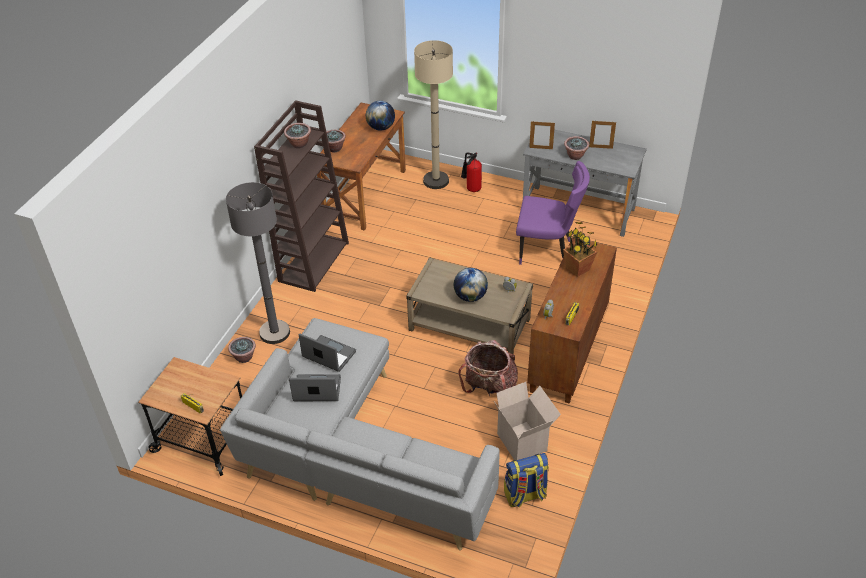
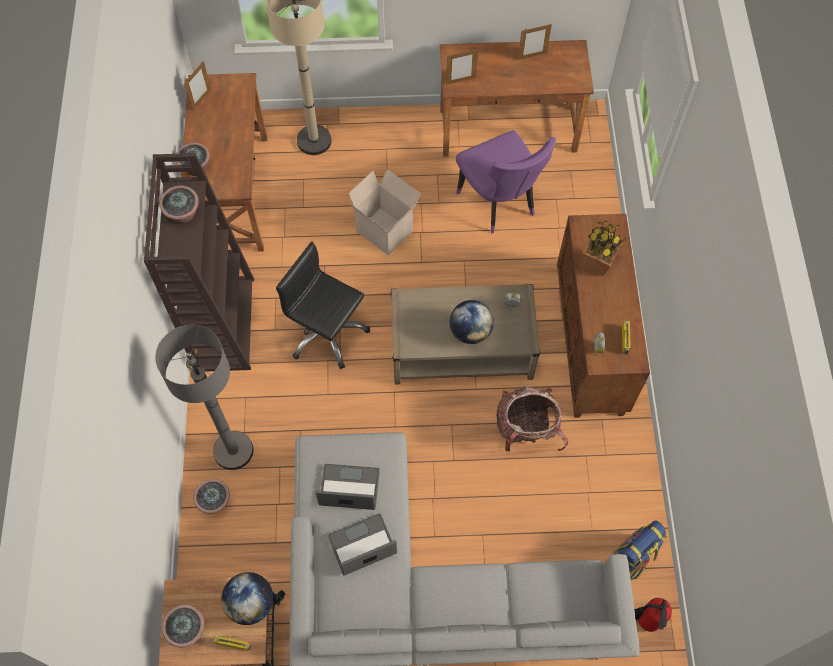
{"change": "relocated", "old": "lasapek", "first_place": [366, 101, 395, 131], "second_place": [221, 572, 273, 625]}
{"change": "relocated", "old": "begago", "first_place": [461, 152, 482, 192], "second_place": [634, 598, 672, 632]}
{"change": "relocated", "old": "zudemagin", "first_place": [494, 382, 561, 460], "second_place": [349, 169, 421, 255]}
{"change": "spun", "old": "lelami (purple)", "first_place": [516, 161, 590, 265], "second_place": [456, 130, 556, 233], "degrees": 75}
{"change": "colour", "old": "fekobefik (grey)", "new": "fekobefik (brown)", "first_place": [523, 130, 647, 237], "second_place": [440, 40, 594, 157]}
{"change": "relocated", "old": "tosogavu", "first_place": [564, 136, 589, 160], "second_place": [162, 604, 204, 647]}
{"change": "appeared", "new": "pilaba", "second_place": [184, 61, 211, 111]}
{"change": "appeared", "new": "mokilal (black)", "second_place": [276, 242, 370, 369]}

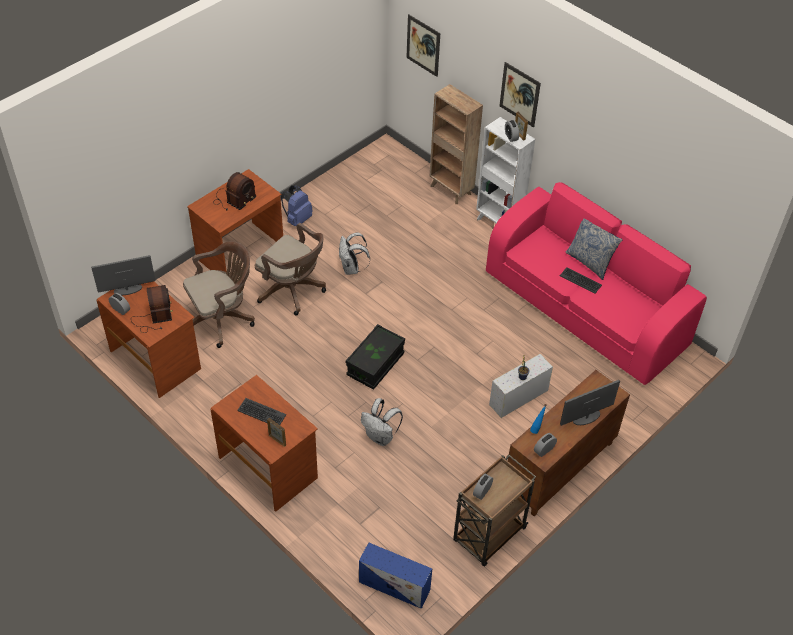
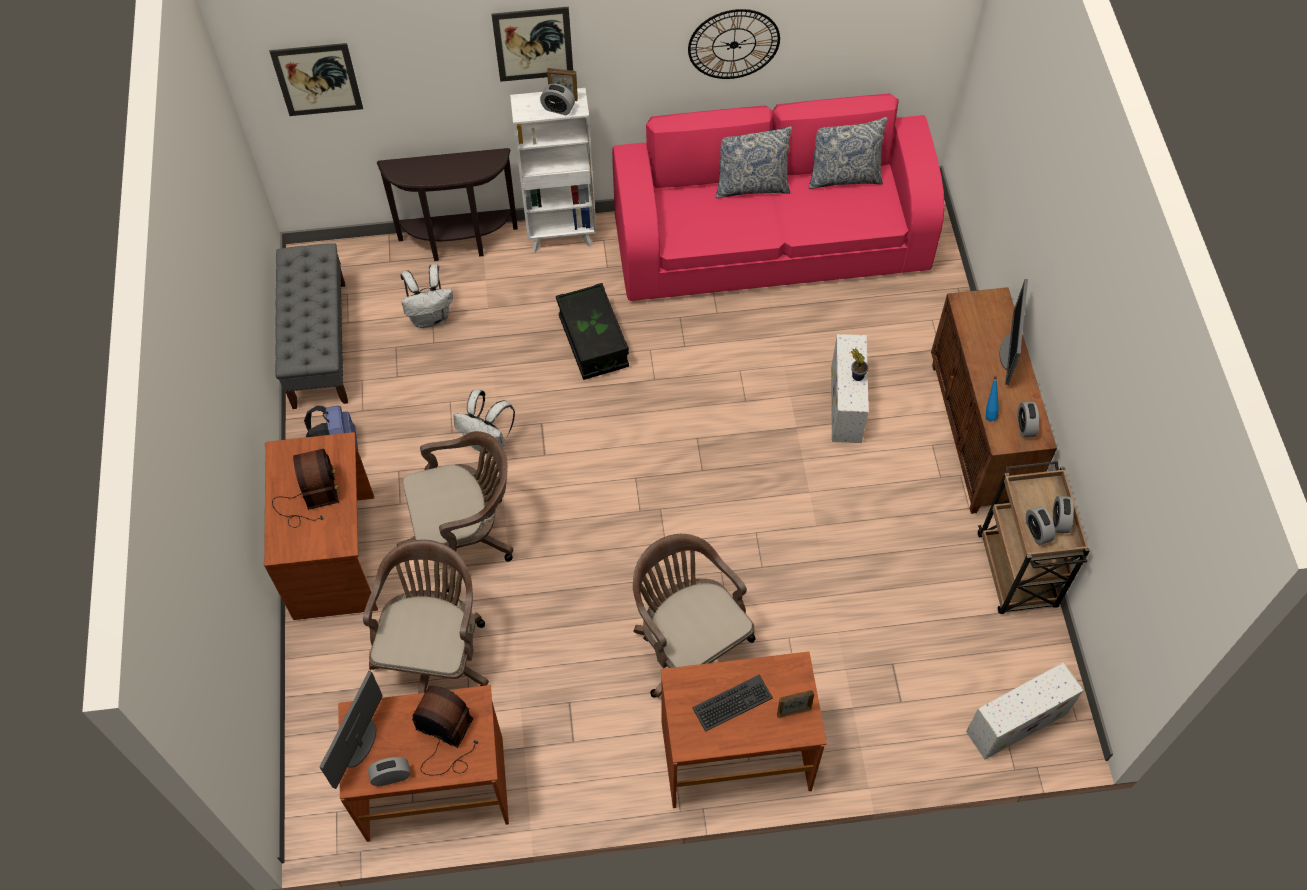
{"change": "relocated", "old": "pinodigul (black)", "first_place": [346, 324, 405, 390], "second_place": [556, 283, 629, 380]}
{"change": "colour", "old": "pinodigul (blue)", "new": "pinodigul (white)", "first_place": [359, 542, 432, 609], "second_place": [966, 662, 1083, 760]}
{"change": "relocated", "old": "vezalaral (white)", "first_place": [361, 398, 403, 446], "second_place": [400, 264, 453, 328]}
{"change": "exchanged", "old": "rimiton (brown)", "new": "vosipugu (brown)", "first_place": [430, 84, 483, 204], "second_place": [377, 148, 518, 261]}
{"change": "missing", "old": "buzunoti", "first_place": [560, 267, 602, 294]}
{"change": "appeared", "new": "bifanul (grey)", "second_place": [275, 243, 348, 409]}
{"change": "appeared", "new": "mokilal (brown)", "second_place": [633, 534, 756, 698]}
{"change": "appeared", "new": "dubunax", "second_place": [688, 9, 780, 79]}
{"change": "appeared", "new": "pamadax", "second_place": [809, 117, 888, 189]}
{"change": "appeared", "new": "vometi", "second_place": [1053, 496, 1074, 533]}

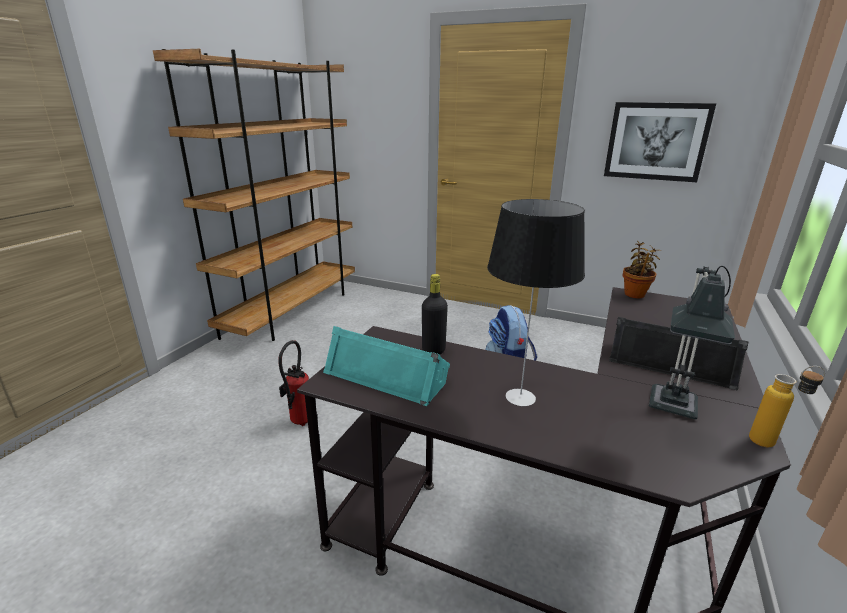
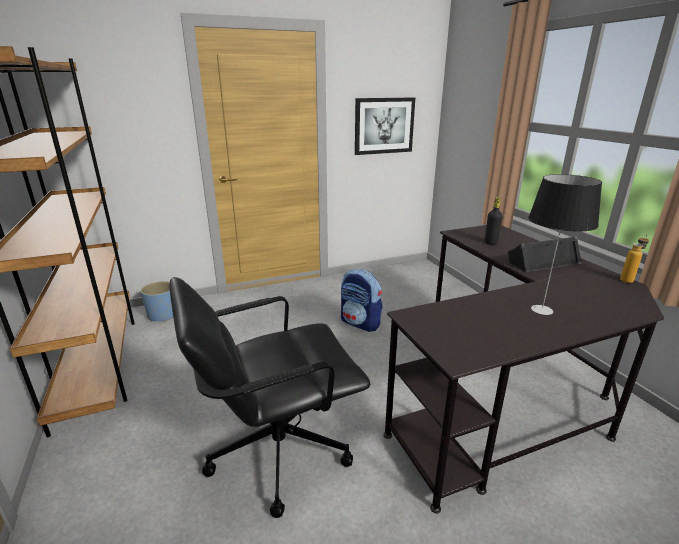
{"change": "exchanged", "old": "begago", "new": "mokilal (black)", "first_place": [278, 340, 309, 426], "second_place": [169, 277, 370, 518]}
{"change": "missing", "old": "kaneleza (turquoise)", "first_place": [323, 326, 450, 406]}
{"change": "relocated", "old": "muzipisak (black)", "first_place": [422, 274, 448, 355], "second_place": [485, 197, 503, 245]}
{"change": "missing", "old": "tosogavu", "first_place": [623, 241, 662, 298]}
{"change": "missing", "old": "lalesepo", "first_place": [649, 266, 735, 419]}
{"change": "appeared", "new": "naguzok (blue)", "second_place": [140, 281, 173, 322]}

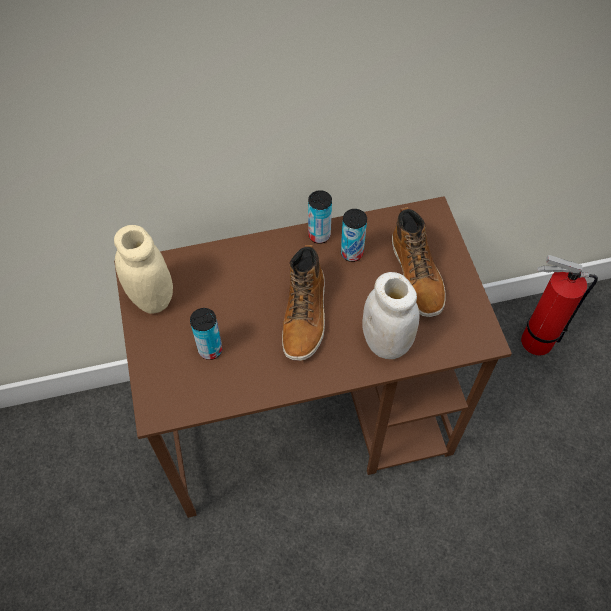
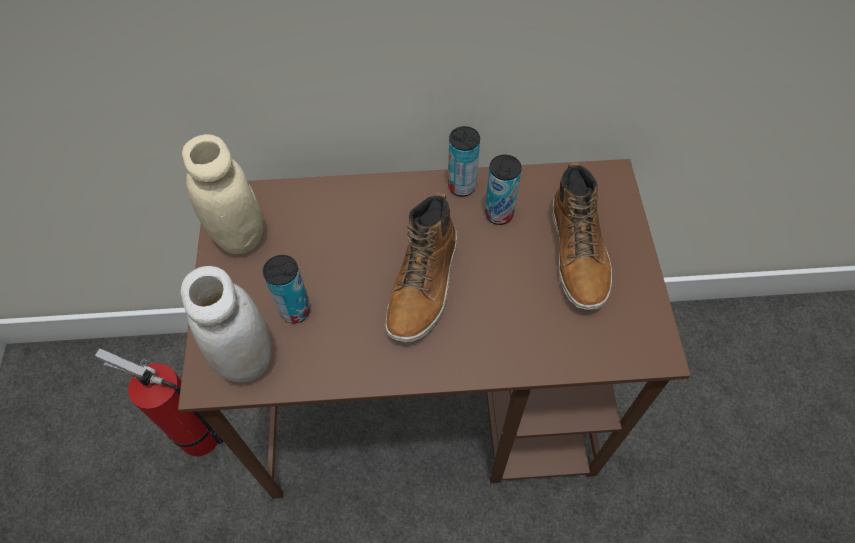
{"change": "relocated", "old": "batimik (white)", "first_place": [362, 272, 420, 359], "second_place": [181, 266, 271, 383]}
{"change": "relocated", "old": "begago", "first_place": [521, 255, 598, 355], "second_place": [95, 349, 223, 456]}

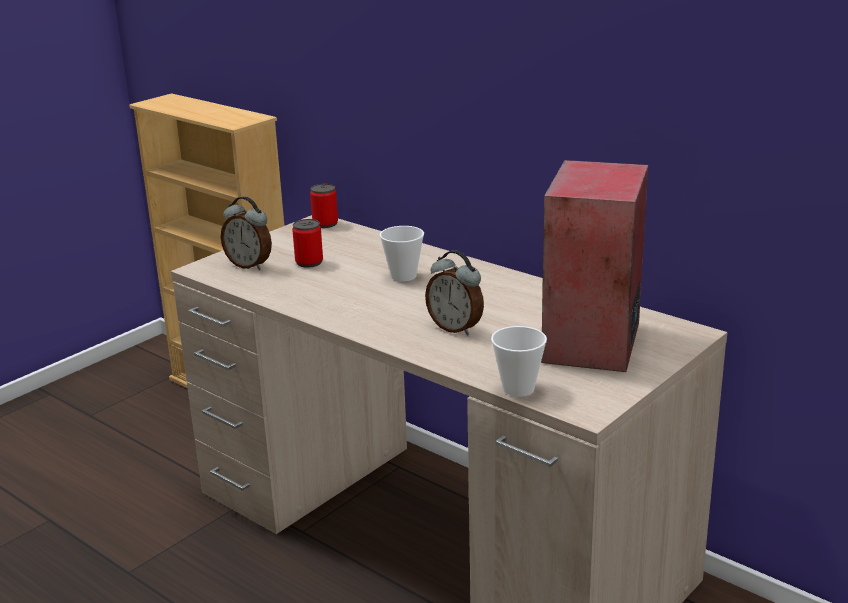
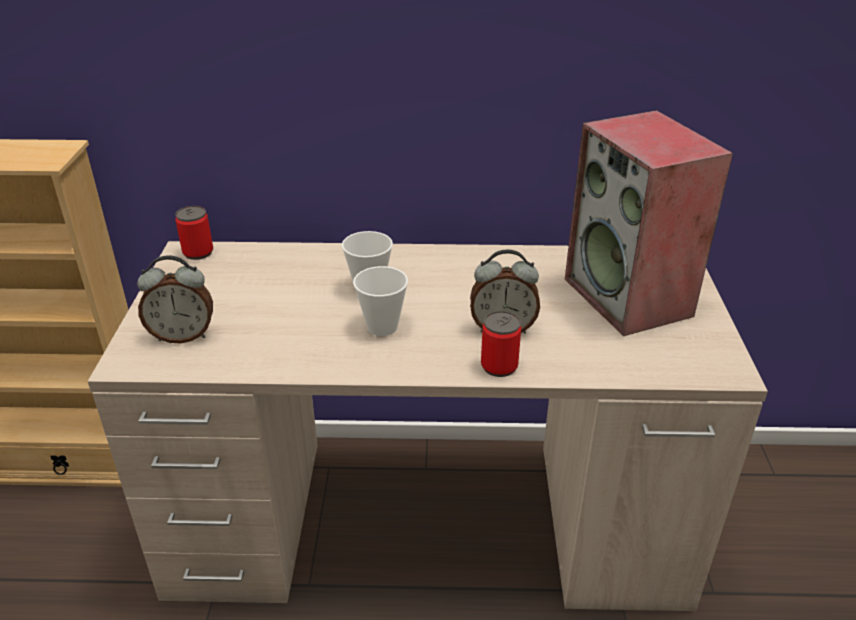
{"change": "relocated", "old": "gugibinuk", "first_place": [292, 219, 323, 268], "second_place": [481, 311, 521, 377]}
{"change": "relocated", "old": "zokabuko", "first_place": [491, 326, 547, 397], "second_place": [353, 266, 408, 336]}

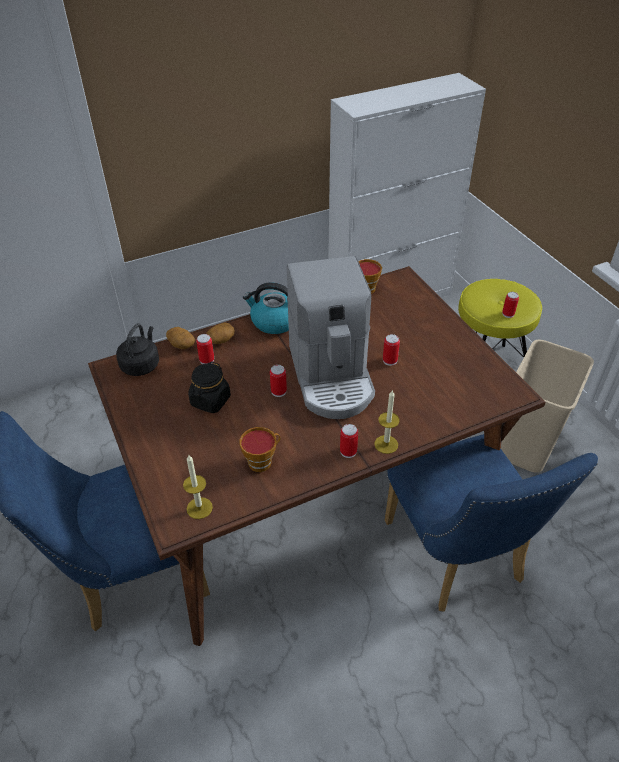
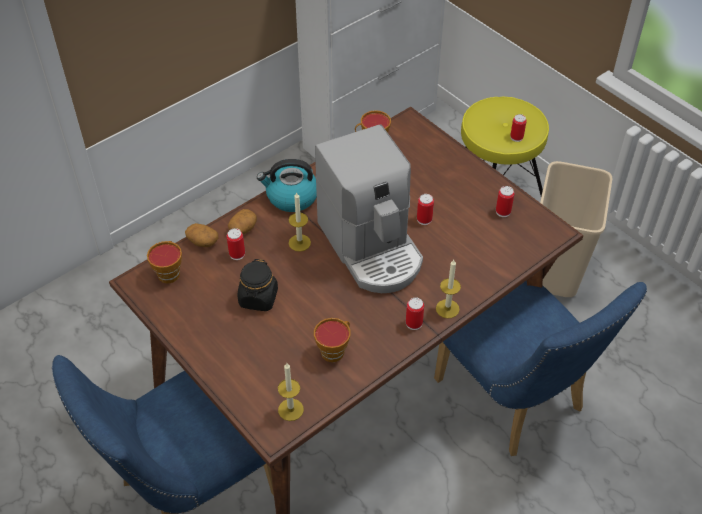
{"change": "exchanged", "old": "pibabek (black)", "new": "zokabuko", "first_place": [116, 324, 159, 376], "second_place": [147, 241, 182, 283]}
{"change": "relocated", "old": "gugibinuk", "first_place": [270, 365, 287, 397], "second_place": [496, 186, 514, 217]}
{"change": "appeared", "new": "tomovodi", "second_place": [289, 193, 311, 252]}

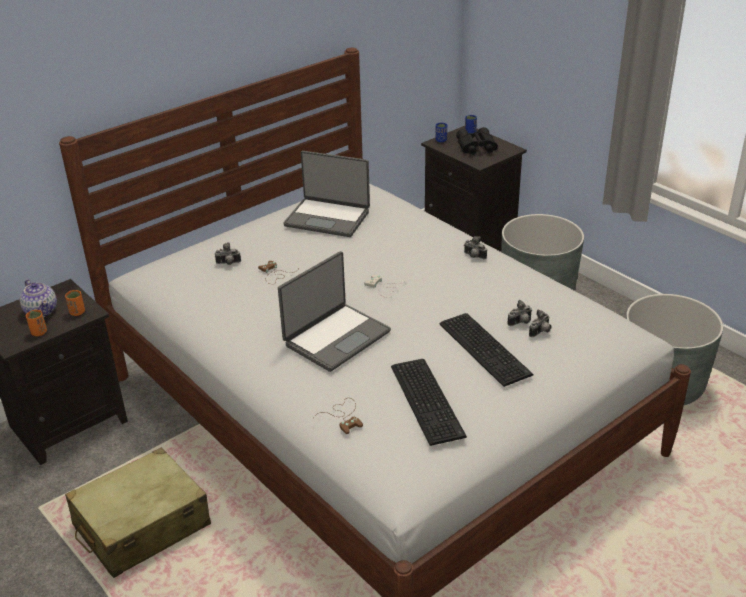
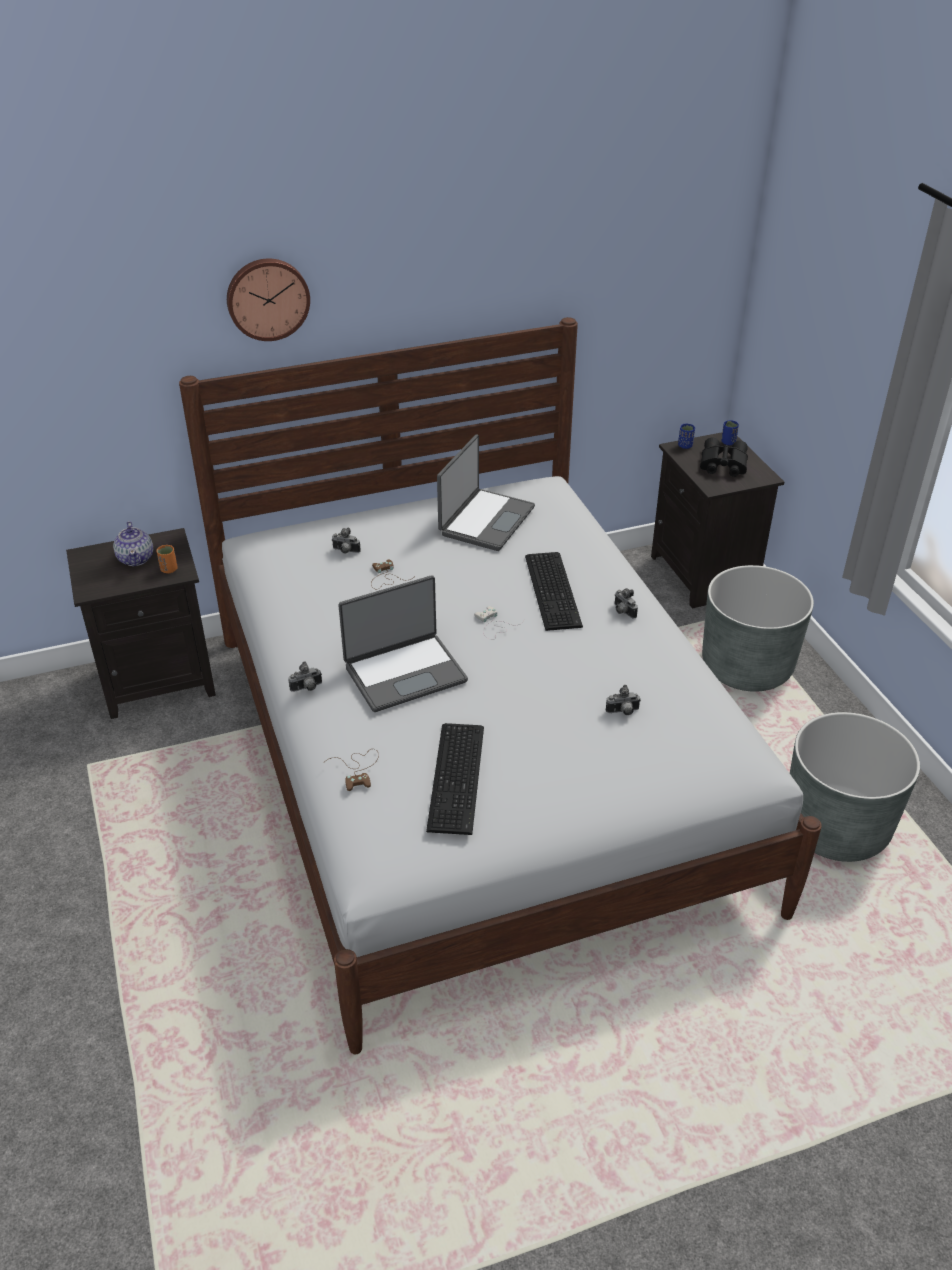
{"change": "missing", "old": "zokabuko (orange)", "first_place": [26, 310, 47, 336]}
{"change": "missing", "old": "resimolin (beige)", "first_place": [65, 448, 211, 578]}
{"change": "spun", "old": "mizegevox", "first_place": [283, 151, 370, 237], "second_place": [437, 435, 535, 551], "degrees": -105}
{"change": "relocated", "old": "buzunoti", "first_place": [439, 313, 534, 387], "second_place": [525, 552, 583, 631]}
{"change": "relocated", "old": "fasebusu", "first_place": [529, 309, 552, 337], "second_place": [288, 661, 322, 692]}
{"change": "appeared", "new": "dubunax", "second_place": [227, 258, 310, 341]}

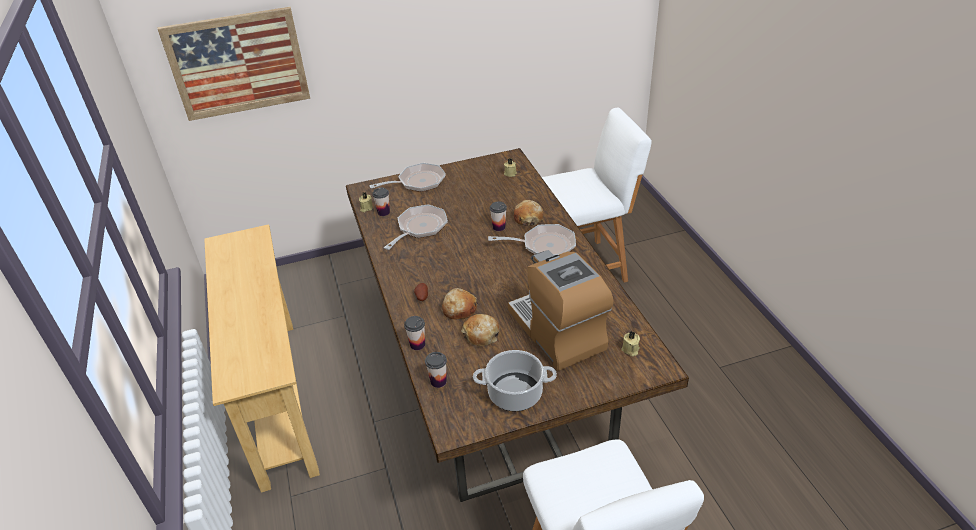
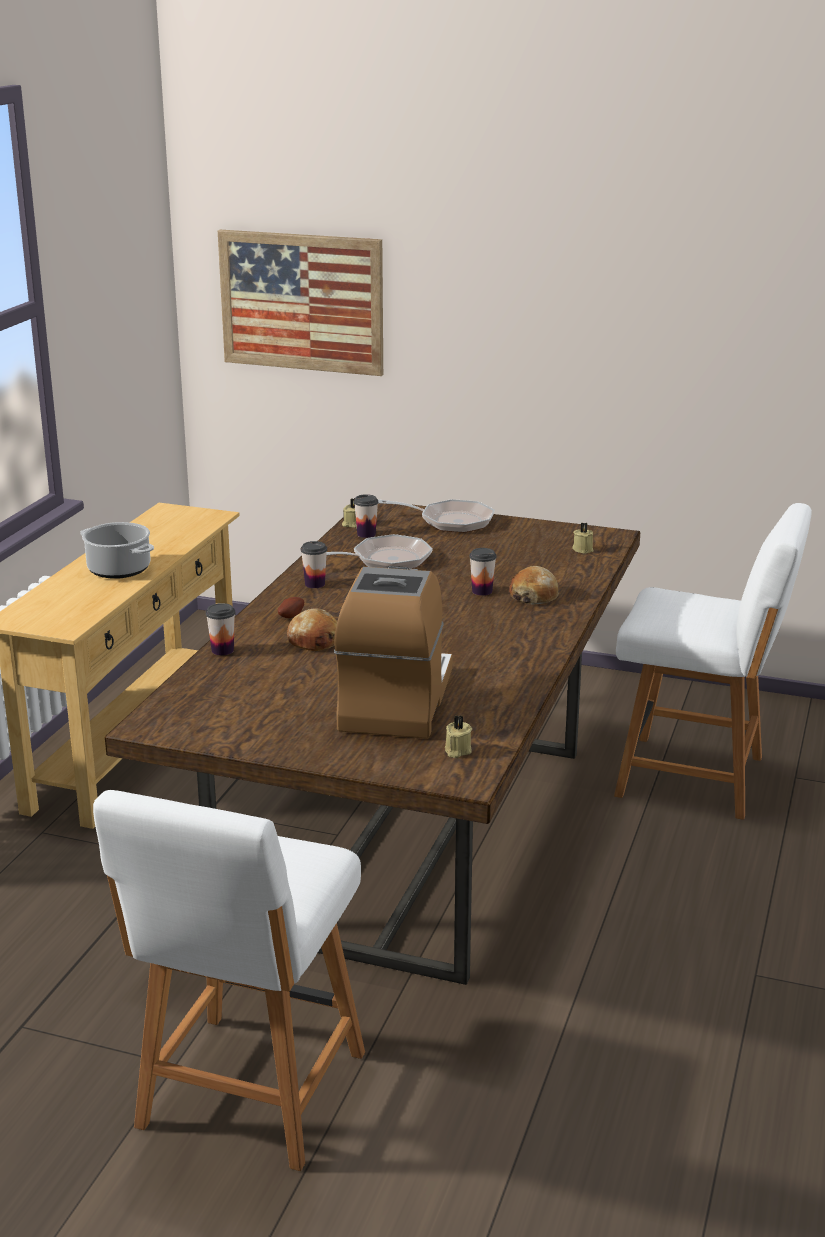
{"change": "relocated", "old": "zokabuko", "first_place": [425, 352, 447, 388], "second_place": [301, 541, 327, 588]}
{"change": "missing", "old": "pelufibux", "first_place": [461, 314, 500, 346]}
{"change": "relocated", "old": "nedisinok", "first_place": [473, 350, 557, 411], "second_place": [80, 522, 154, 579]}
{"change": "missing", "old": "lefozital", "first_place": [488, 224, 576, 256]}

